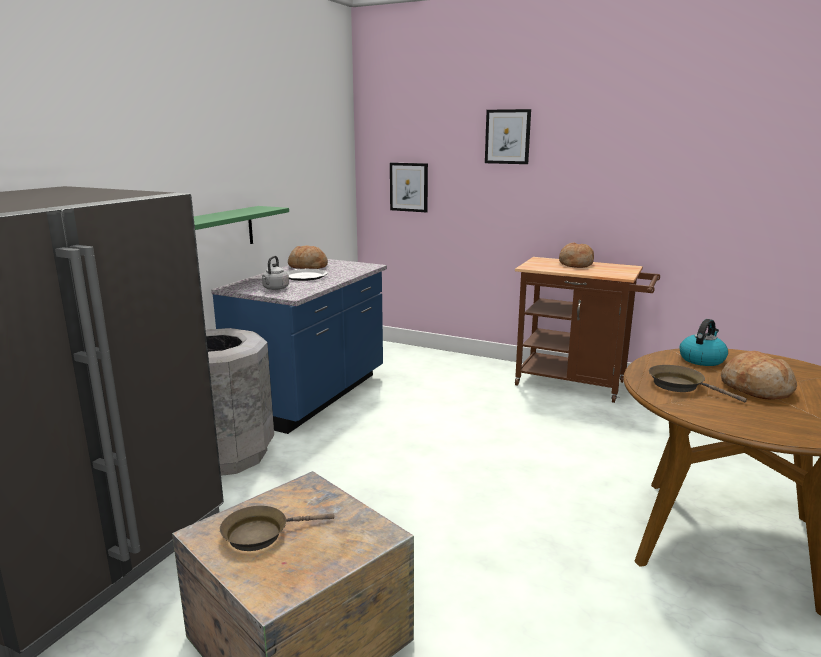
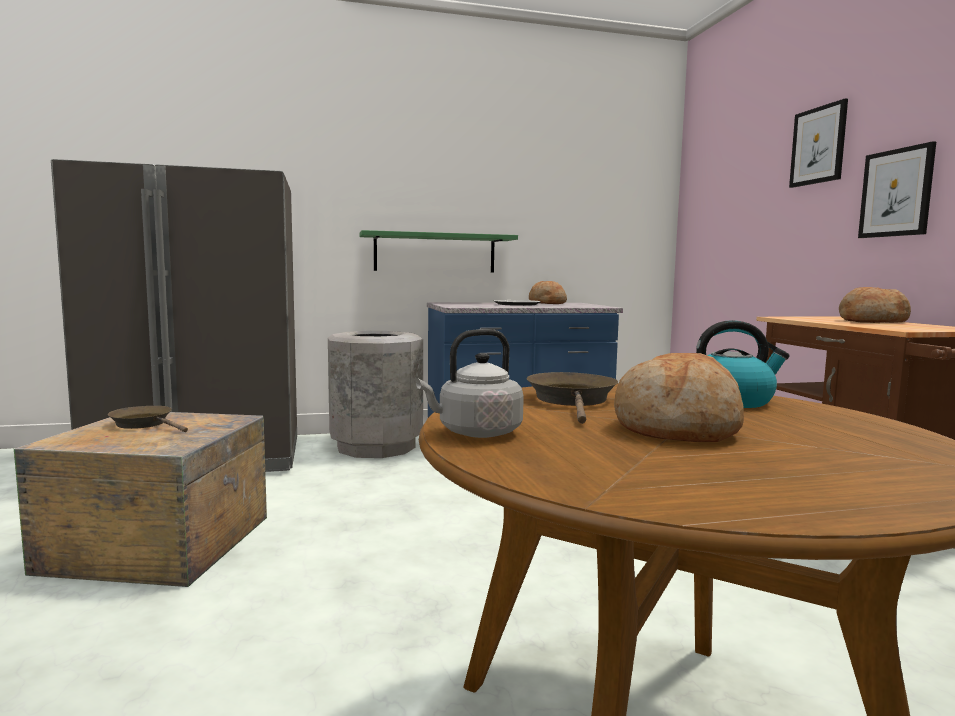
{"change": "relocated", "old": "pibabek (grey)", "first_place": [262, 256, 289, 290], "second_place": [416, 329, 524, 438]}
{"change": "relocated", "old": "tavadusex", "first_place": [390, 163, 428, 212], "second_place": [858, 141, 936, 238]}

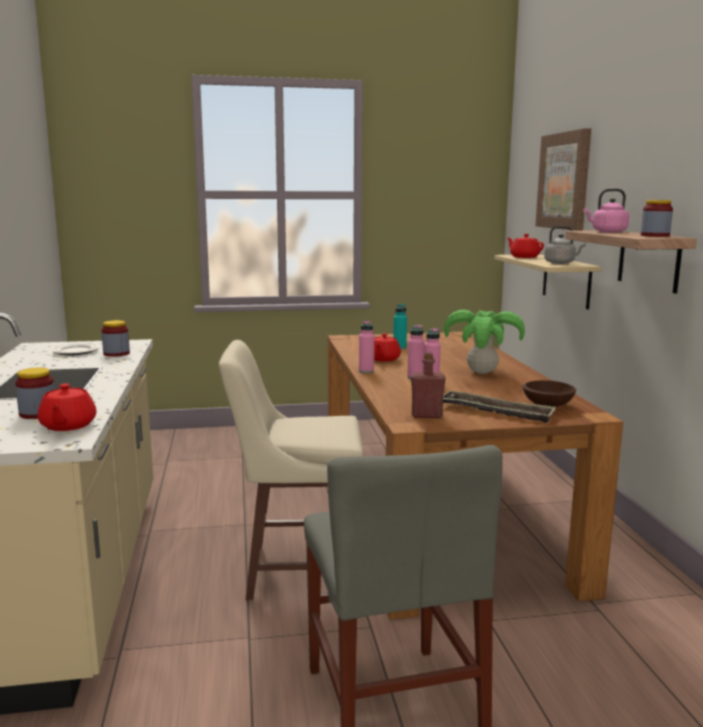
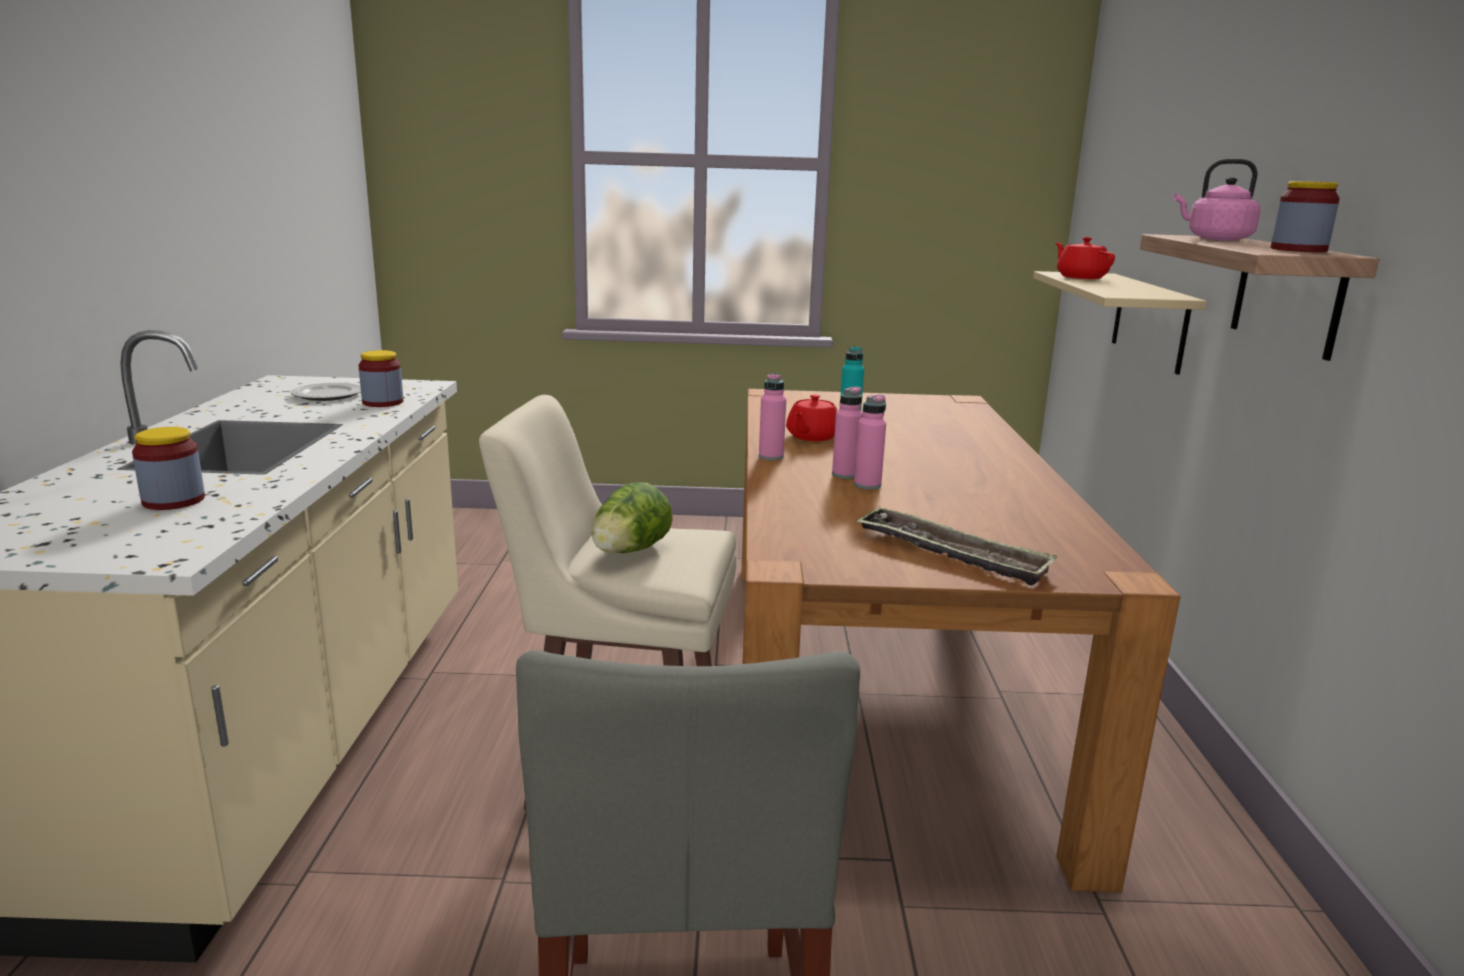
{"change": "missing", "old": "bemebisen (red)", "first_place": [38, 384, 97, 431]}
{"change": "missing", "old": "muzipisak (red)", "first_place": [411, 352, 446, 418]}
{"change": "missing", "old": "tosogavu", "first_place": [444, 310, 525, 374]}
{"change": "missing", "old": "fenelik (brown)", "first_place": [523, 380, 576, 407]}
{"change": "missing", "old": "tavadusex", "first_place": [535, 128, 591, 231]}
{"change": "missing", "old": "pibabek (grey)", "first_place": [544, 226, 586, 264]}
{"change": "appeared", "new": "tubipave", "second_place": [592, 482, 673, 553]}

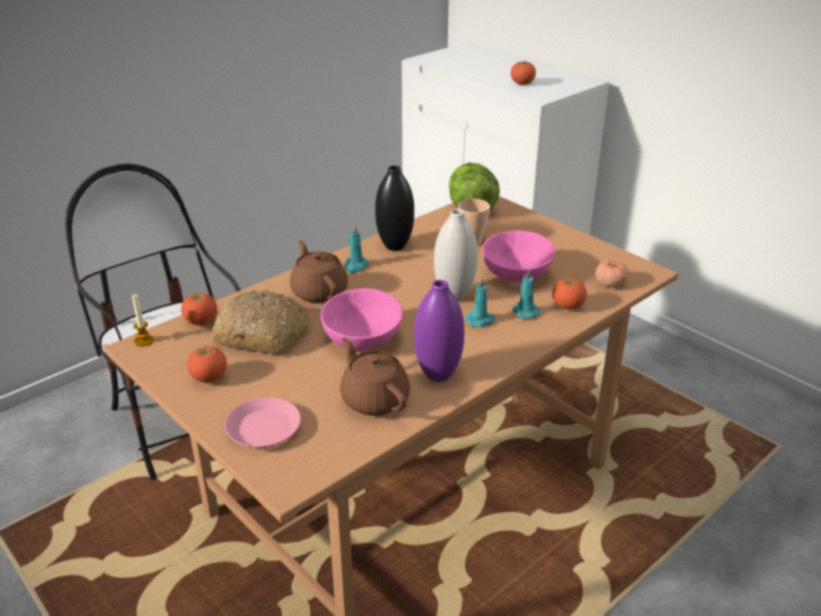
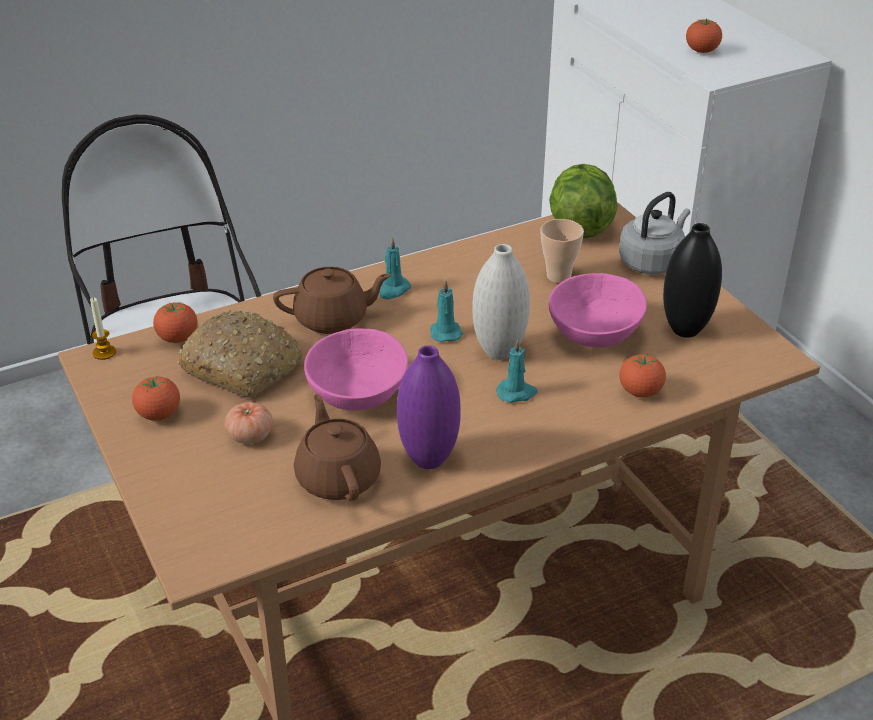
{"change": "missing", "old": "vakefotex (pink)", "first_place": [225, 397, 301, 448]}
{"change": "spun", "old": "bemebisen (brown)", "first_place": [290, 240, 348, 303], "second_place": [273, 267, 392, 334], "degrees": 90}
{"change": "relocated", "old": "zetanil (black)", "first_place": [375, 165, 414, 251], "second_place": [663, 223, 722, 338]}
{"change": "relocated", "old": "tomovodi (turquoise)", "first_place": [512, 268, 540, 319], "second_place": [430, 281, 463, 342]}
{"change": "relocated", "old": "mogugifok", "first_place": [595, 260, 629, 287], "second_place": [225, 402, 273, 444]}
{"change": "appeared", "new": "pibabek (grey)", "second_place": [619, 192, 690, 274]}

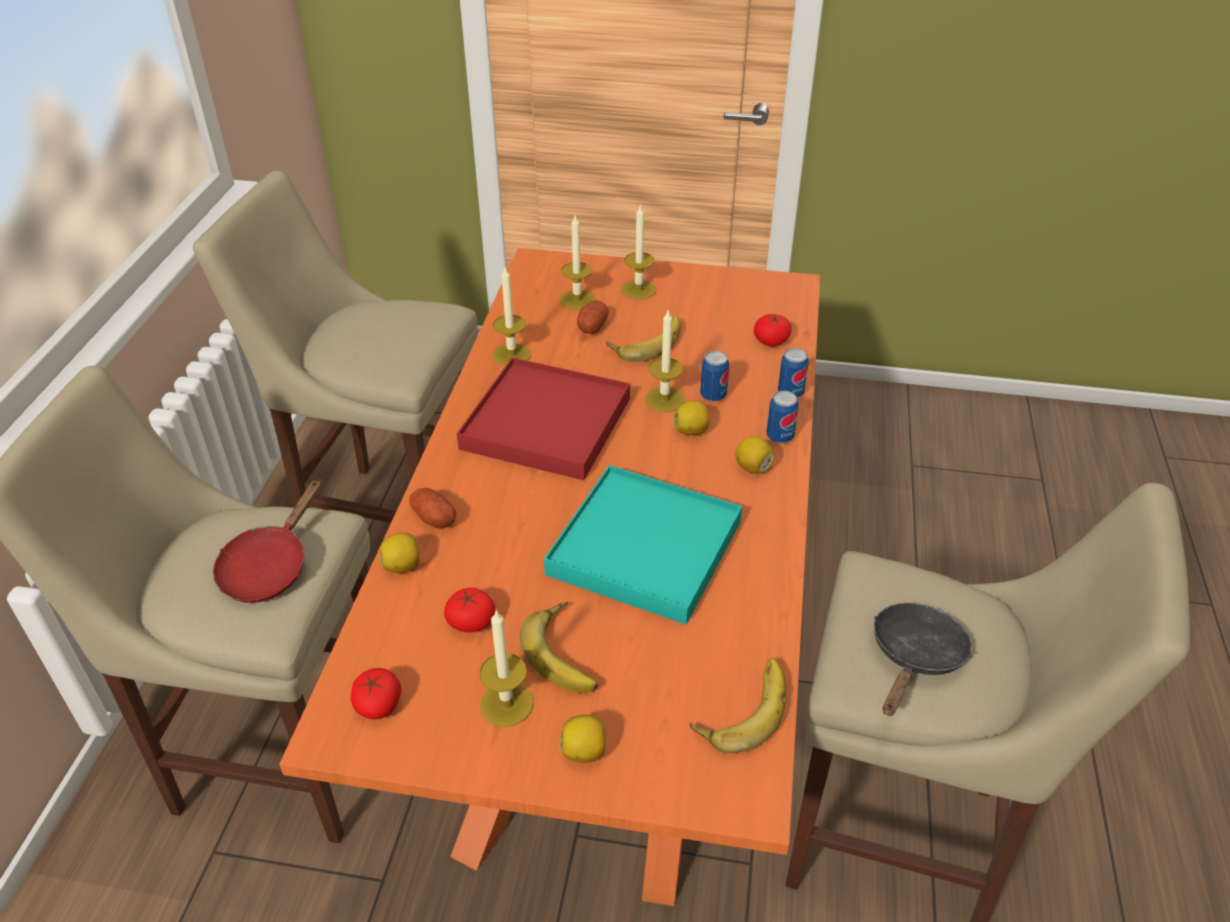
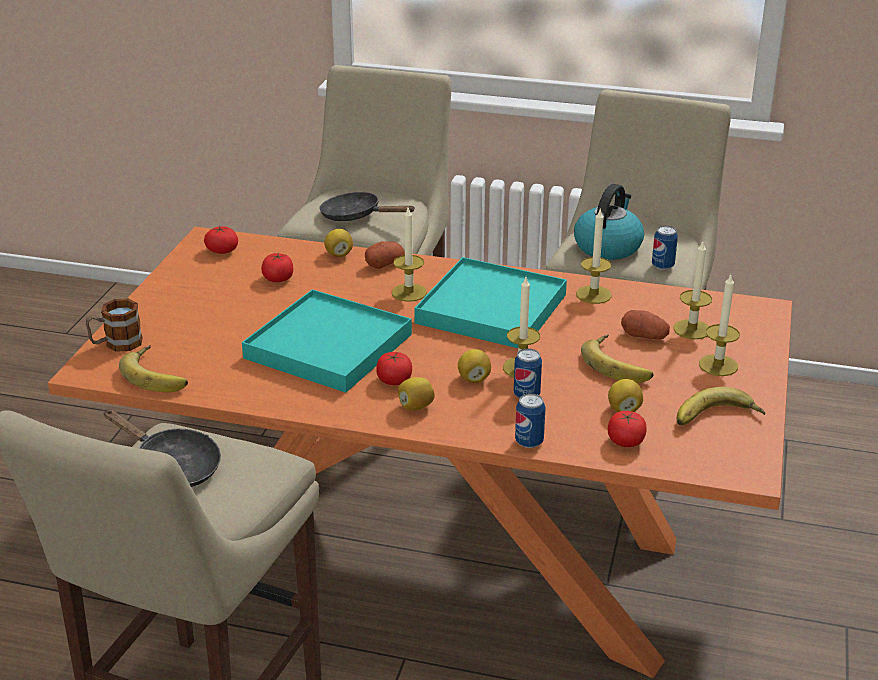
{"change": "colour", "old": "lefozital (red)", "new": "lefozital (black)", "first_place": [213, 479, 322, 603], "second_place": [319, 192, 415, 221]}
{"change": "colour", "old": "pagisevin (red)", "new": "pagisevin (turquoise)", "first_place": [457, 358, 630, 480], "second_place": [414, 257, 567, 348]}
{"change": "relocated", "old": "tomovodi", "first_place": [479, 609, 534, 727], "second_place": [392, 208, 427, 302]}
{"change": "relocated", "old": "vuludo", "first_place": [520, 602, 598, 693], "second_place": [677, 387, 765, 426]}
{"change": "relocated", "old": "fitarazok", "first_place": [559, 714, 606, 763], "second_place": [608, 379, 643, 412]}
{"change": "relocated", "old": "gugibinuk", "first_place": [766, 391, 799, 443], "second_place": [652, 226, 678, 270]}
{"change": "appeared", "new": "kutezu", "second_place": [86, 298, 143, 352]}
{"change": "appeared", "new": "mogugifok", "second_place": [376, 352, 412, 385]}
{"change": "appeared", "new": "pibabek", "second_place": [574, 184, 644, 260]}

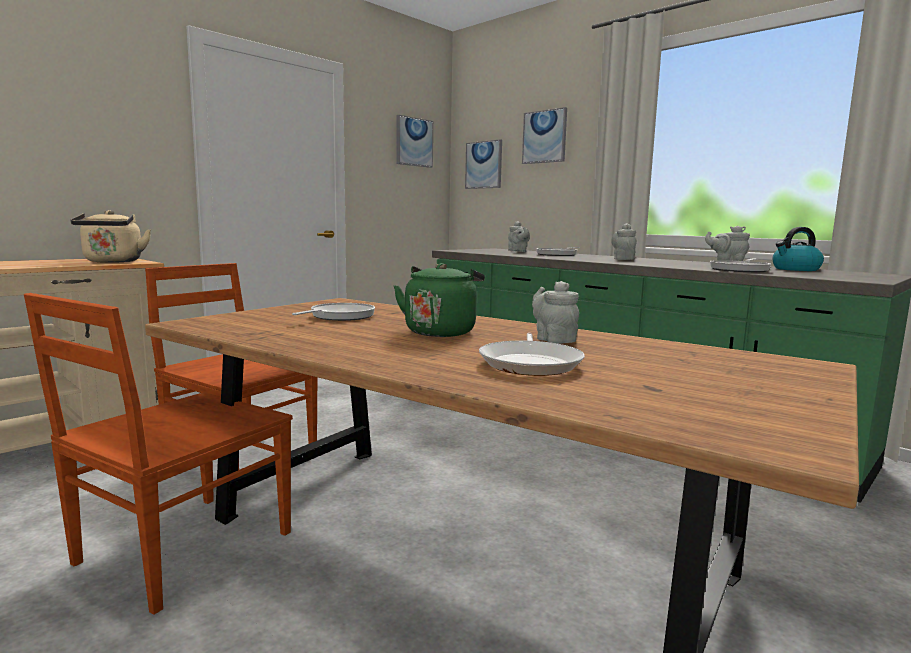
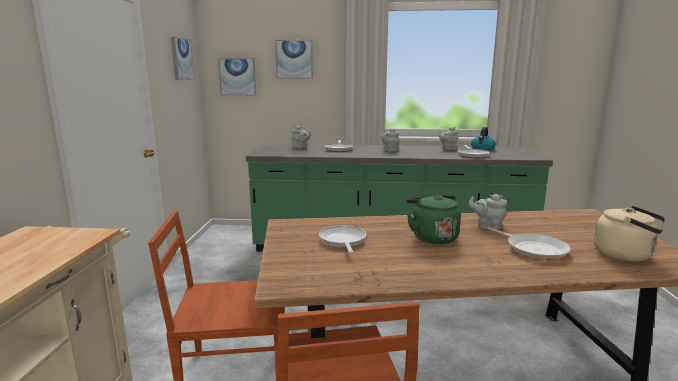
{"change": "relocated", "old": "pibabek (beige)", "first_place": [71, 210, 151, 263], "second_place": [594, 206, 666, 262]}

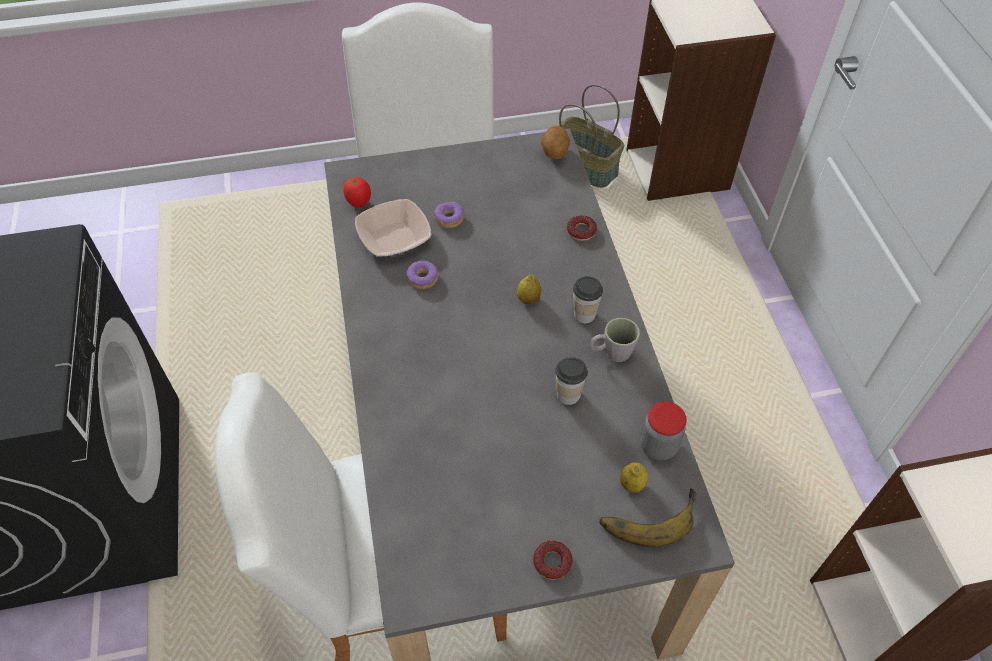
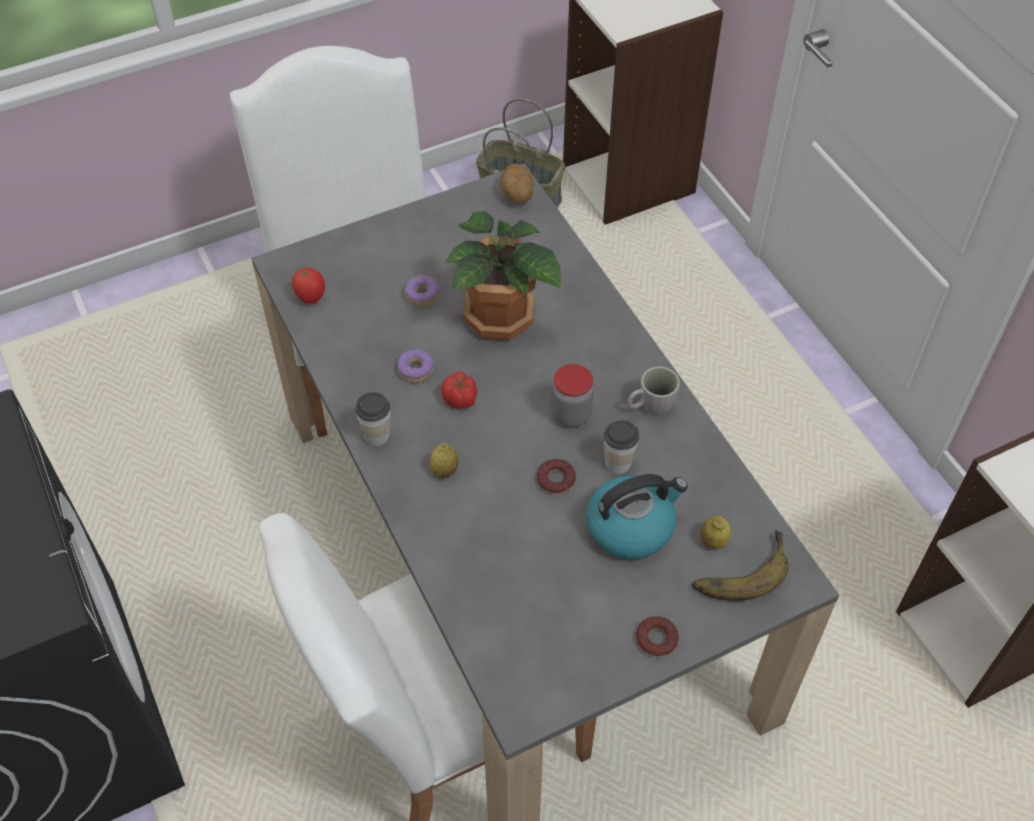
{"change": "missing", "old": "fenelik", "first_place": [355, 199, 431, 257]}
{"change": "relocated", "old": "fitarazok", "first_place": [517, 275, 541, 304], "second_place": [430, 443, 458, 478]}
{"change": "relocated", "old": "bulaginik", "first_place": [567, 215, 597, 241], "second_place": [537, 459, 576, 494]}
{"change": "relocated", "old": "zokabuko", "first_place": [573, 276, 603, 323], "second_place": [355, 392, 390, 446]}
{"change": "relocated", "old": "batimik", "first_place": [640, 402, 687, 460], "second_place": [551, 364, 594, 428]}
{"change": "appeared", "new": "mogugifok", "second_place": [441, 372, 478, 409]}
{"change": "appeared", "new": "tosogavu", "second_place": [445, 211, 561, 341]}
{"change": "appeared", "new": "pibabek", "second_place": [587, 474, 688, 559]}

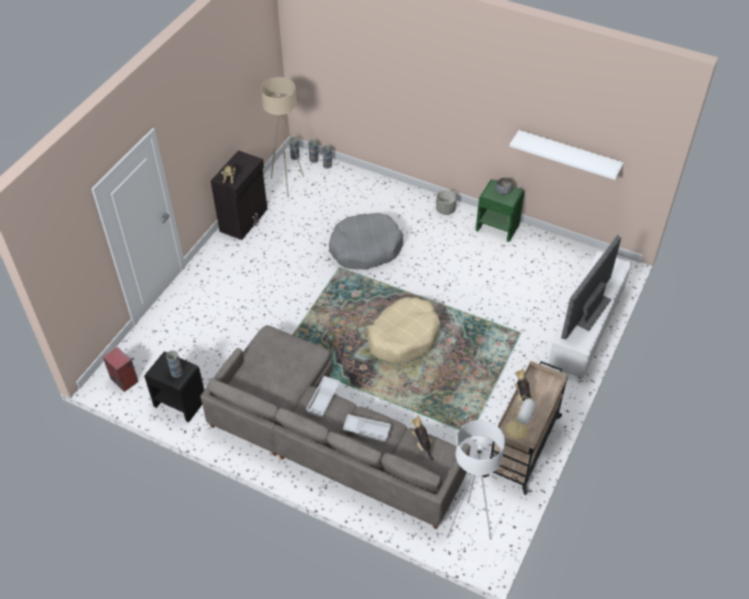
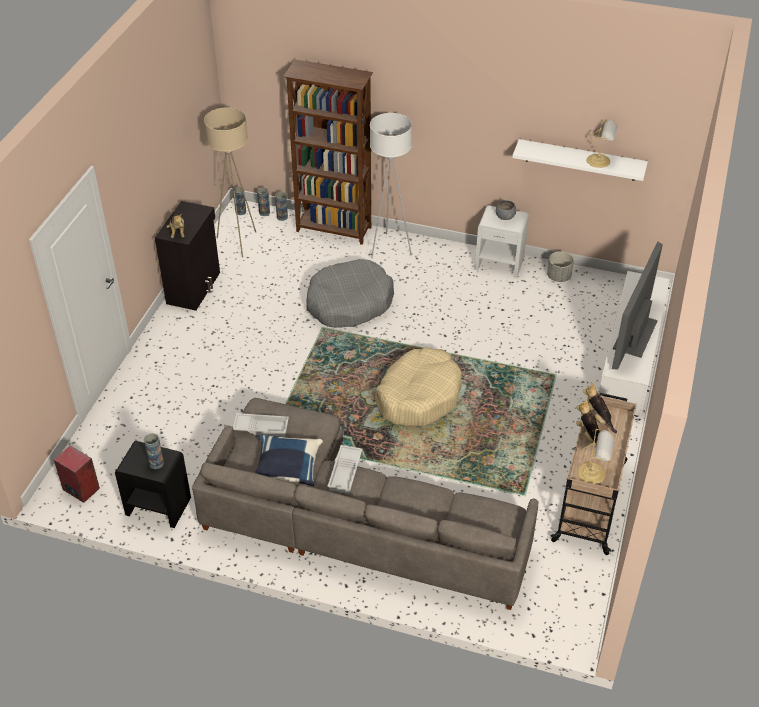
{"change": "relocated", "old": "pagisevin (white)", "first_place": [343, 414, 391, 442], "second_place": [233, 413, 289, 437]}
{"change": "relocated", "old": "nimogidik", "first_place": [411, 415, 434, 460], "second_place": [583, 382, 617, 433]}
{"change": "relocated", "old": "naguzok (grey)", "first_place": [436, 190, 457, 215], "second_place": [547, 251, 574, 282]}
{"change": "relocated", "old": "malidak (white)", "first_place": [447, 420, 505, 540], "second_place": [370, 113, 412, 258]}
{"change": "colour", "old": "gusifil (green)", "new": "gusifil (white)", "first_place": [476, 179, 524, 242], "second_place": [475, 206, 529, 278]}
{"change": "appeared", "new": "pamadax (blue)", "second_place": [255, 435, 323, 487]}
{"change": "appeared", "new": "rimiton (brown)", "second_place": [283, 59, 373, 245]}
{"change": "appeared", "new": "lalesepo", "second_place": [586, 120, 617, 168]}

